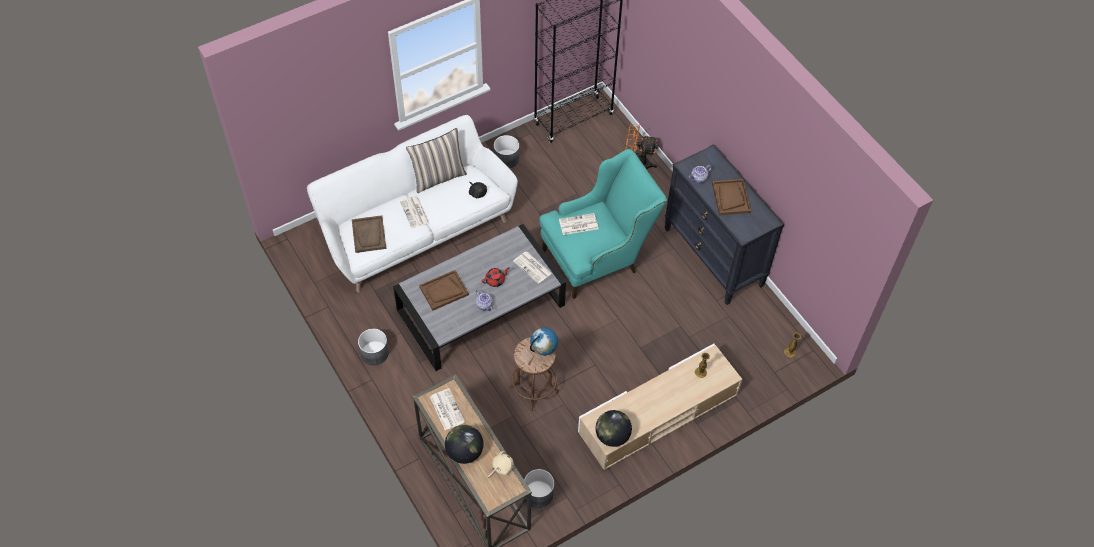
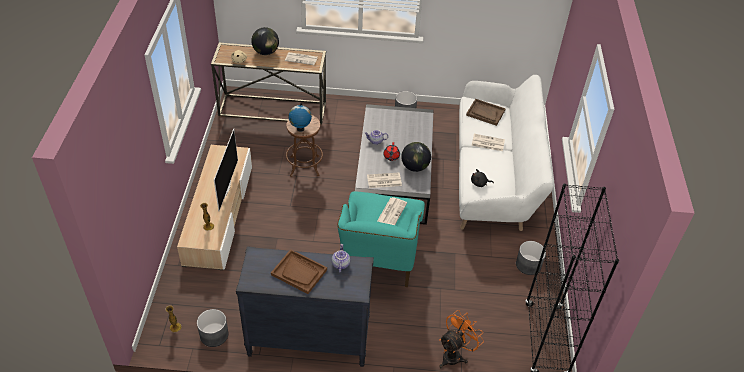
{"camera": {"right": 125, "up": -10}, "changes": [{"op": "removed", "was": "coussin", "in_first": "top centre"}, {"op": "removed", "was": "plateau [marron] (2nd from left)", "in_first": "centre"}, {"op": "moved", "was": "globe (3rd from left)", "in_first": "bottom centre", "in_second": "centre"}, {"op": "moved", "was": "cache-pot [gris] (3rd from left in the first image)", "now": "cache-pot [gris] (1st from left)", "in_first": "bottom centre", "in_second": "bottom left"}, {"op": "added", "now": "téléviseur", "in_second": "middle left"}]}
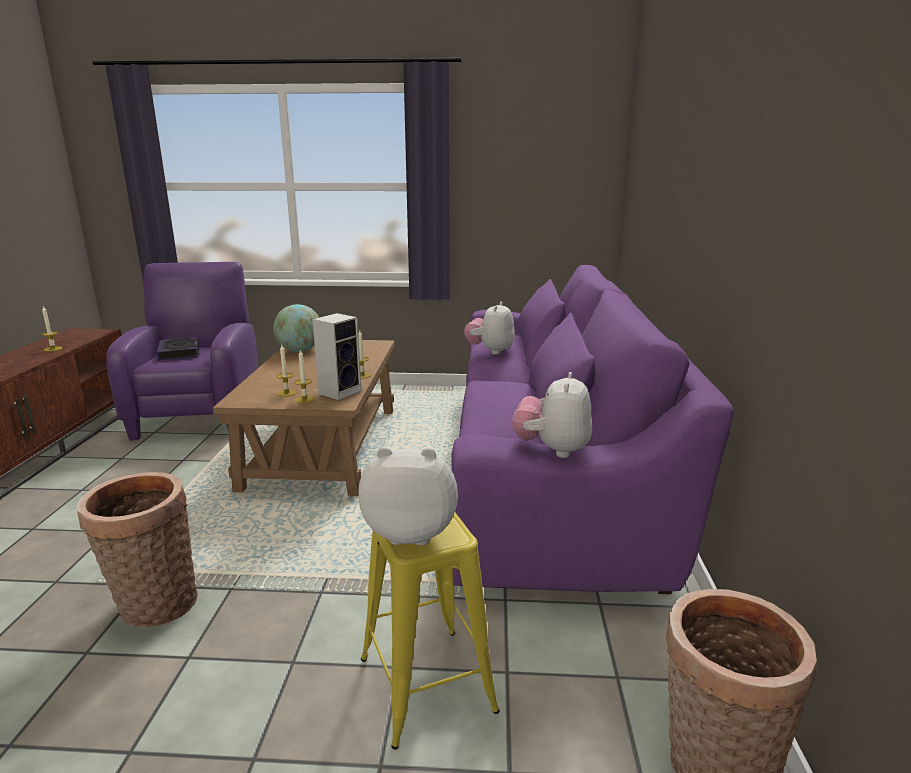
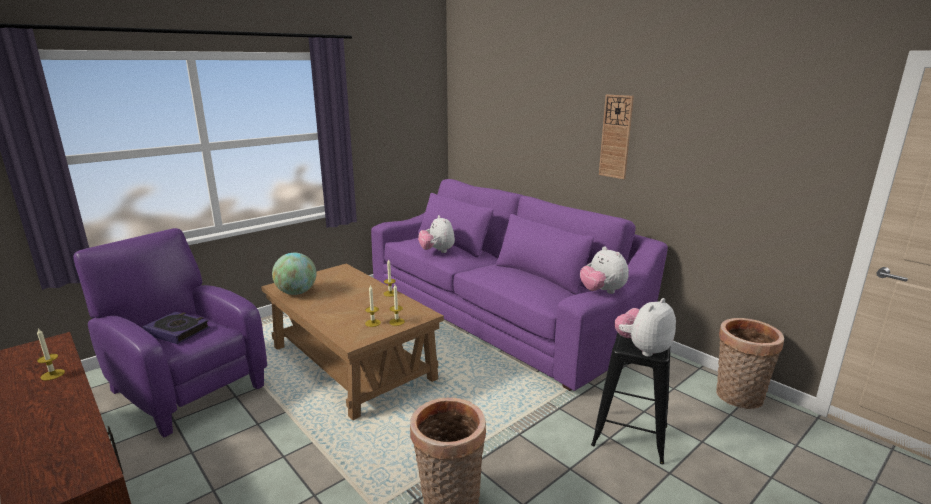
{"camera": {"right": -45, "up": 0}, "changes": [{"op": "removed", "was": "enceinte", "in_first": "centre"}, {"op": "recoloured", "was": "tabouret [jaune]", "now": "tabouret [noir]", "in_first": "bottom centre", "in_second": "bottom right"}, {"op": "added", "now": "horloge murale", "in_second": "top centre"}]}
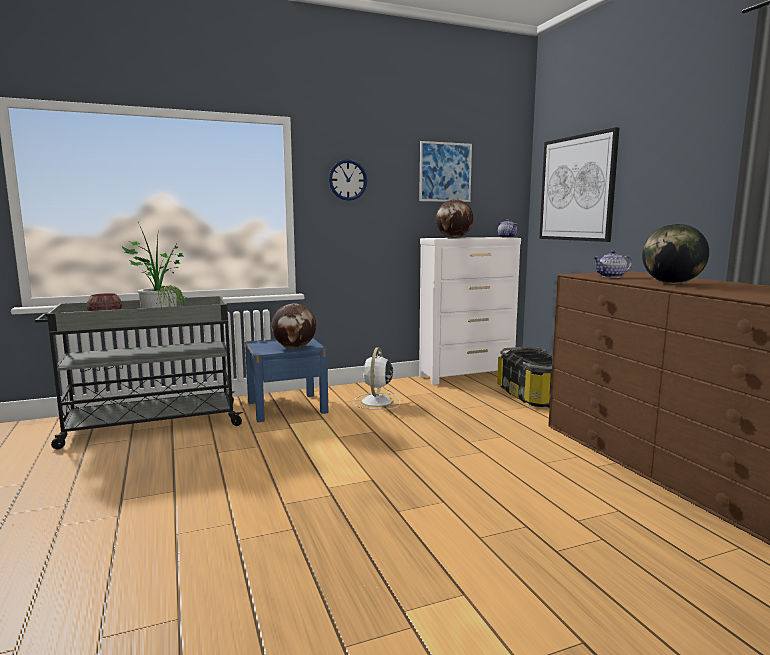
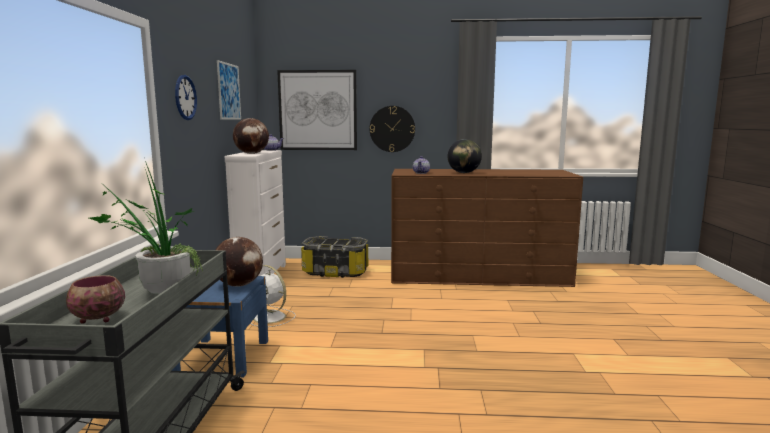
{"camera": {"right": -65, "up": 0}, "changes": [{"op": "added", "now": "horloge murale (2nd from left)", "in_second": "top centre"}]}
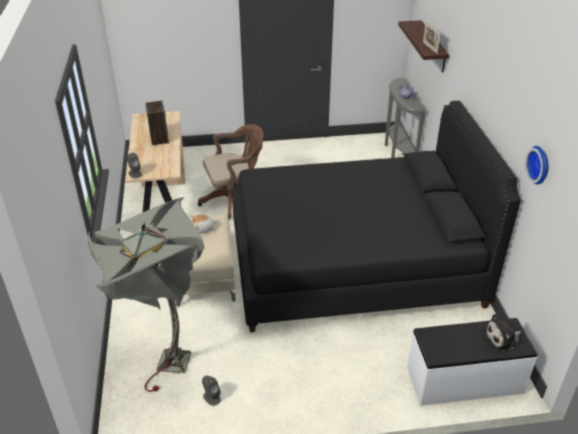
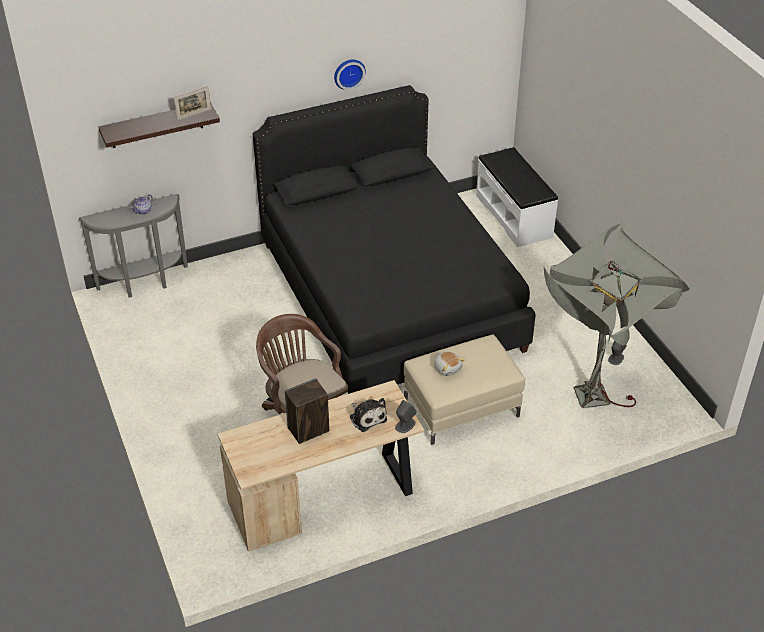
{"camera": {"right": -105, "up": 5}, "changes": [{"op": "moved", "was": "horloge murale", "in_first": "middle right", "in_second": "top centre"}, {"op": "moved", "was": "peluche (2nd from left in the first image)", "now": "peluche (1st from left)", "in_first": "bottom right", "in_second": "centre"}]}
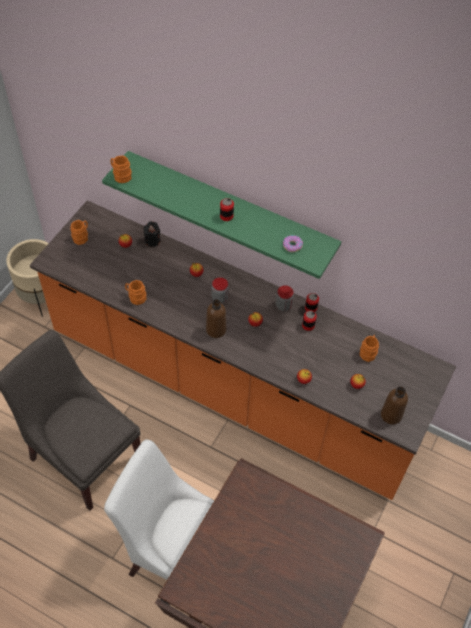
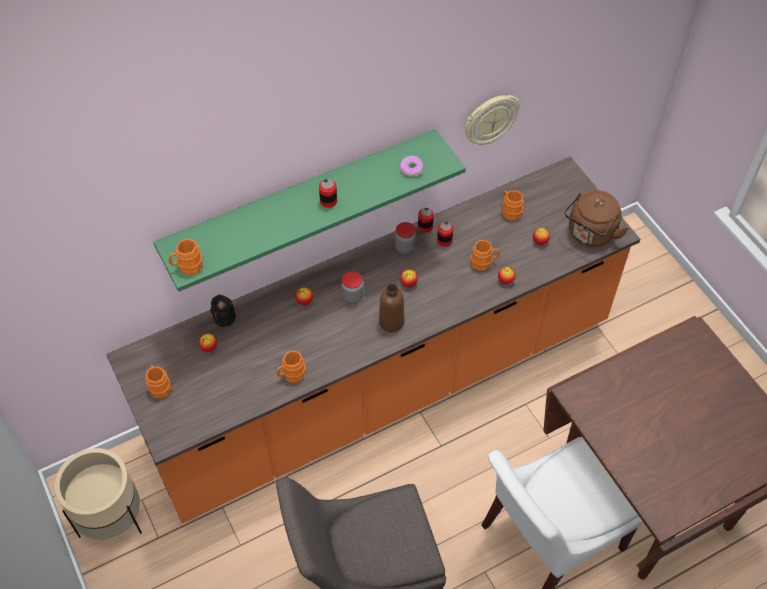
{"camera": {"right": -55, "up": 0}, "changes": [{"op": "replaced", "was": "bouteille [marron] (2nd from left)", "now": "bouilloire [marron]", "in_first": "middle right", "in_second": "middle right"}, {"op": "added", "now": "horloge murale", "in_second": "top centre"}, {"op": "added", "now": "mug [orange] (4th from left)", "in_second": "centre"}]}
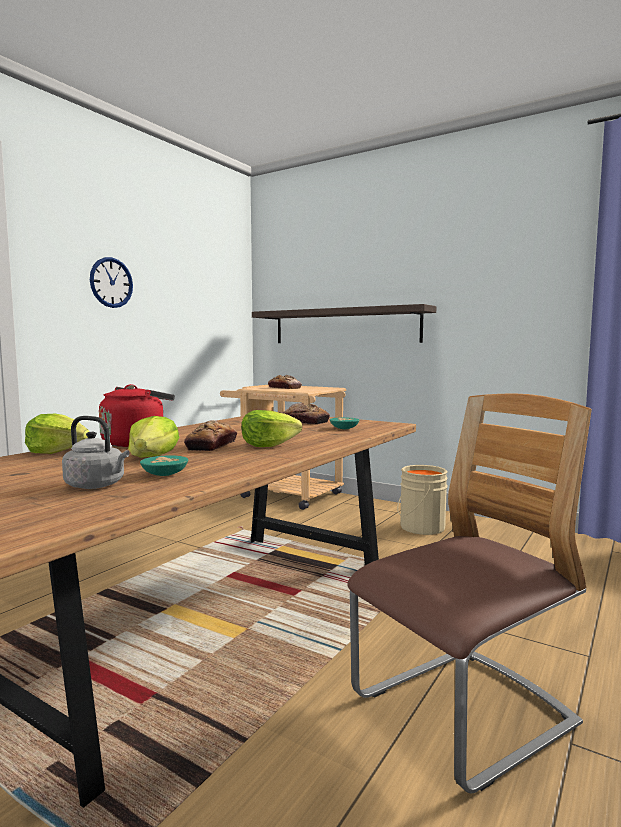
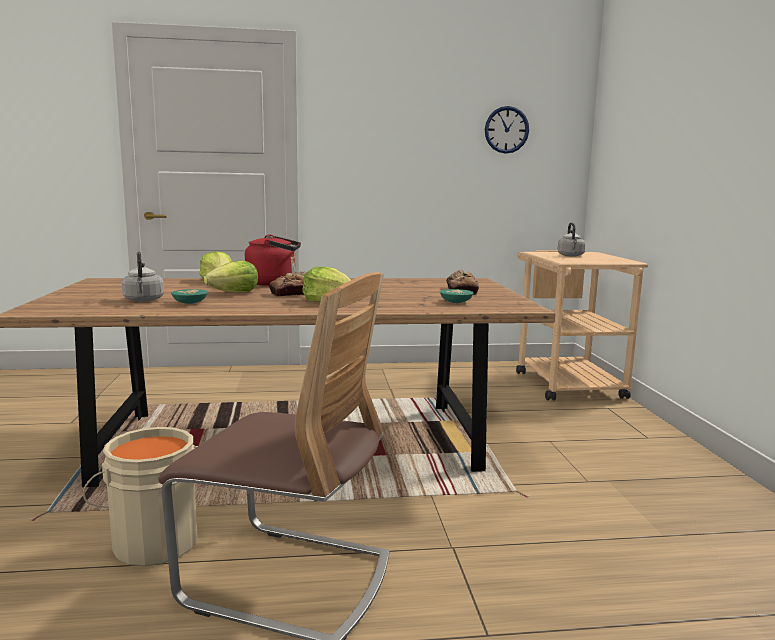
{"camera": {"right": 50, "up": 5}, "changes": [{"op": "moved", "was": "horloge murale", "in_first": "middle left", "in_second": "top centre"}, {"op": "removed", "was": "étagère", "in_first": "centre"}, {"op": "replaced", "was": "pain (2nd from left)", "now": "bouilloire [gris] (2nd from left)", "in_first": "centre", "in_second": "middle right"}, {"op": "moved", "was": "seau [beige]", "in_first": "middle right", "in_second": "bottom left"}]}
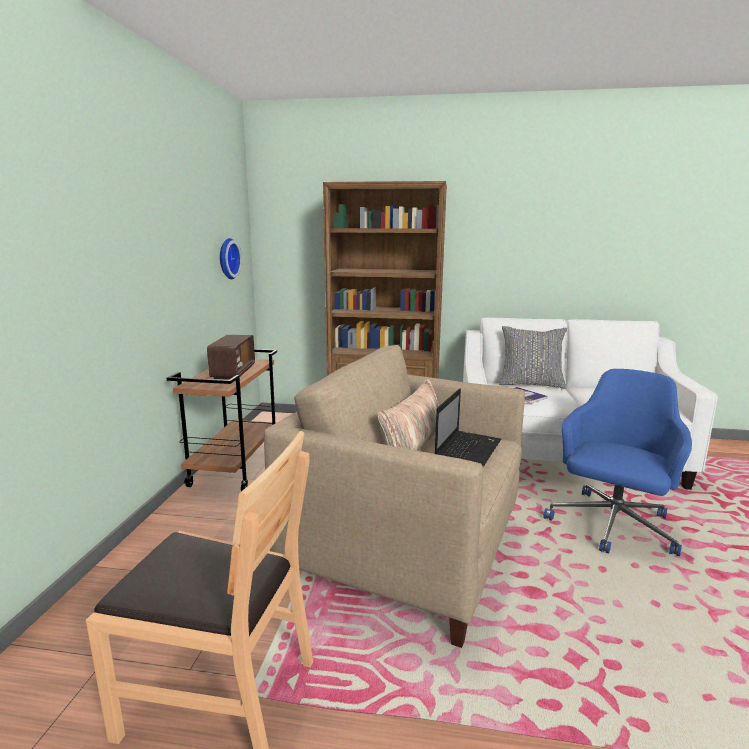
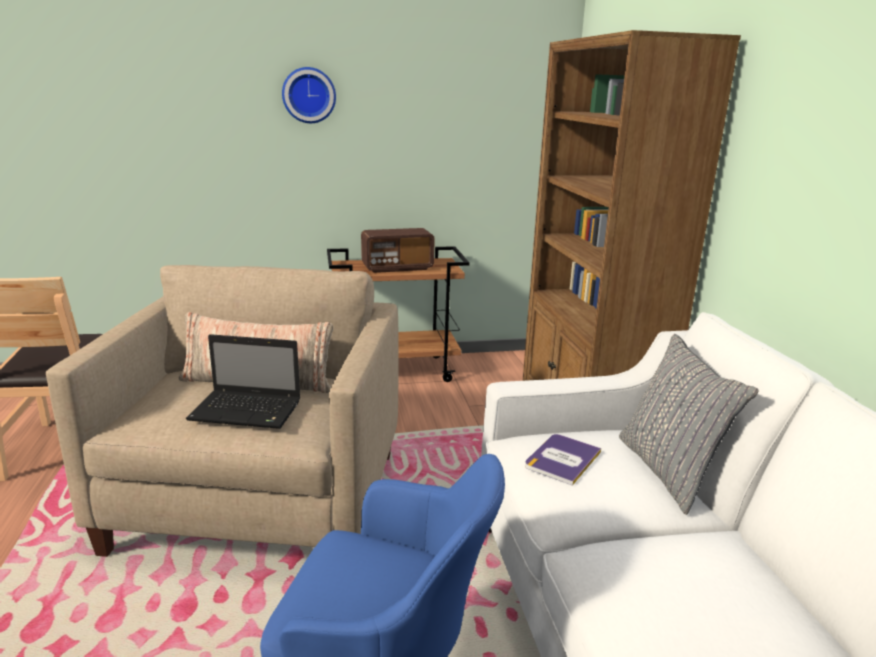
{"camera": {"right": 70, "up": 5}, "changes": [{"op": "moved", "was": "horloge murale", "in_first": "middle left", "in_second": "top centre"}]}
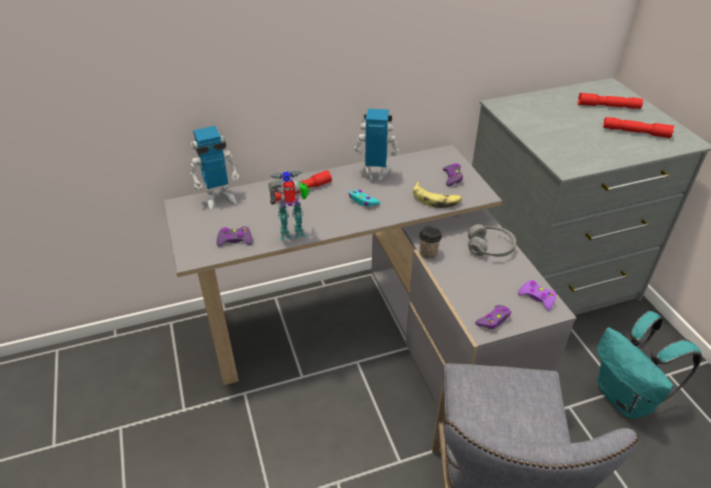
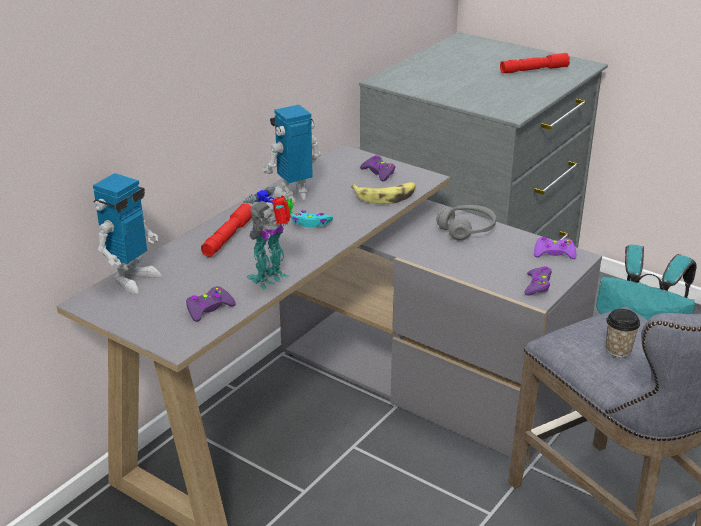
{"camera": {"right": -35, "up": -10}, "changes": [{"op": "removed", "was": "lampe de poche [rouge] (2nd from left)", "in_first": "top right"}, {"op": "moved", "was": "tasse", "in_first": "centre", "in_second": "middle right"}]}
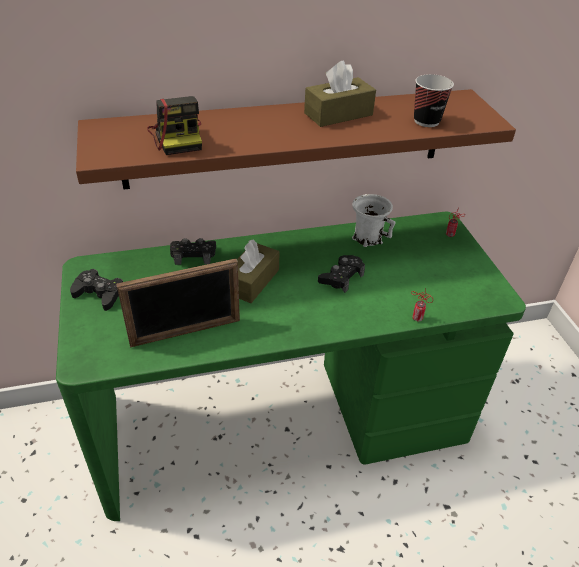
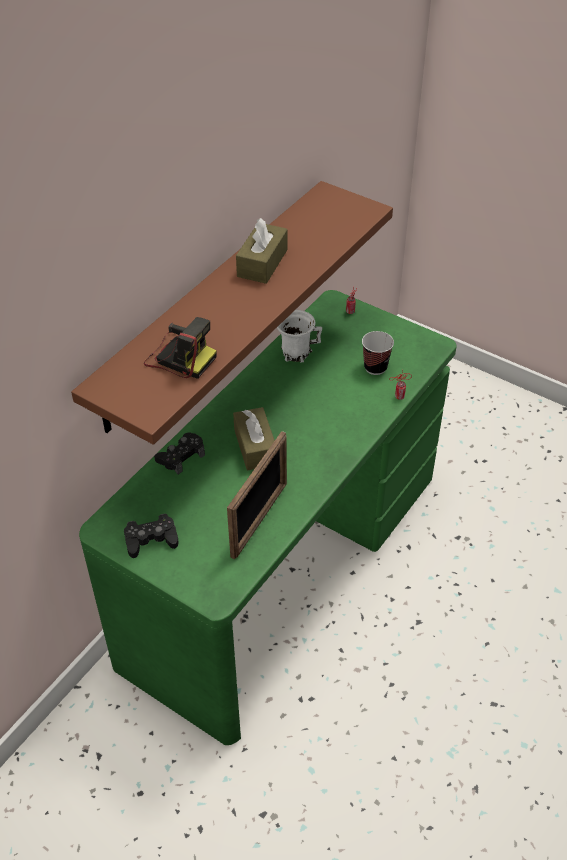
{"camera": {"right": -40, "up": 5}, "changes": [{"op": "moved", "was": "tasse", "in_first": "top right", "in_second": "middle right"}, {"op": "removed", "was": "manette [noir] (3rd from left)", "in_first": "centre"}]}
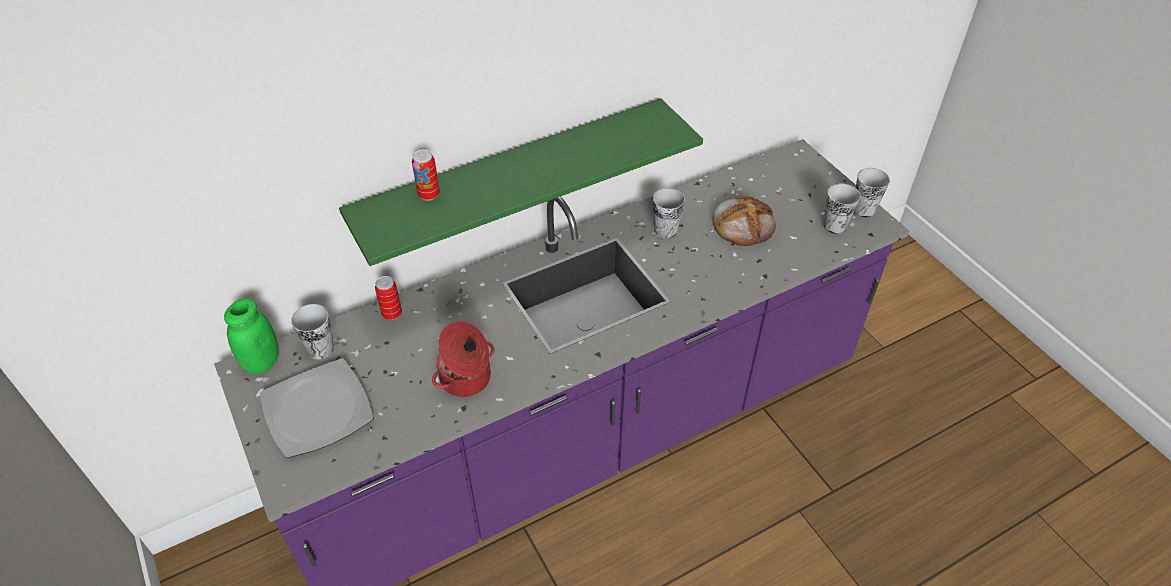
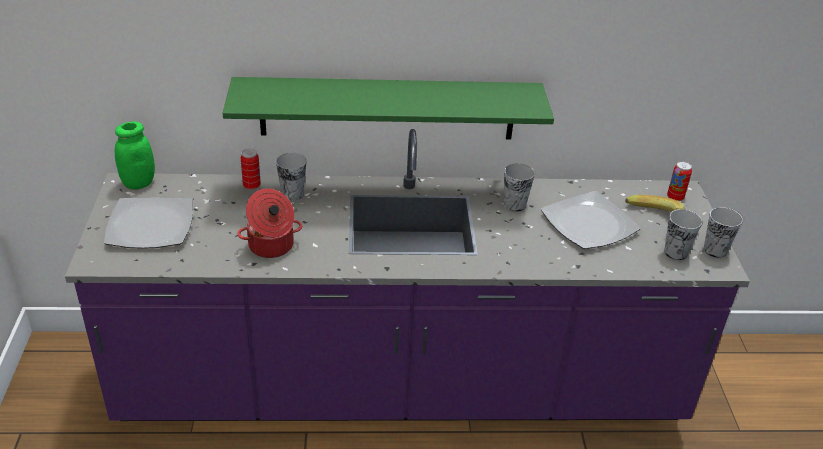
{"camera": {"right": 25, "up": -10}, "changes": [{"op": "moved", "was": "boîte métallique (2nd from left)", "in_first": "top centre", "in_second": "middle right"}, {"op": "replaced", "was": "pain", "now": "assiette (2nd from left)", "in_first": "centre", "in_second": "middle right"}, {"op": "moved", "was": "tasse (1st from left)", "in_first": "middle left", "in_second": "centre"}, {"op": "added", "now": "banane", "in_second": "middle right"}]}
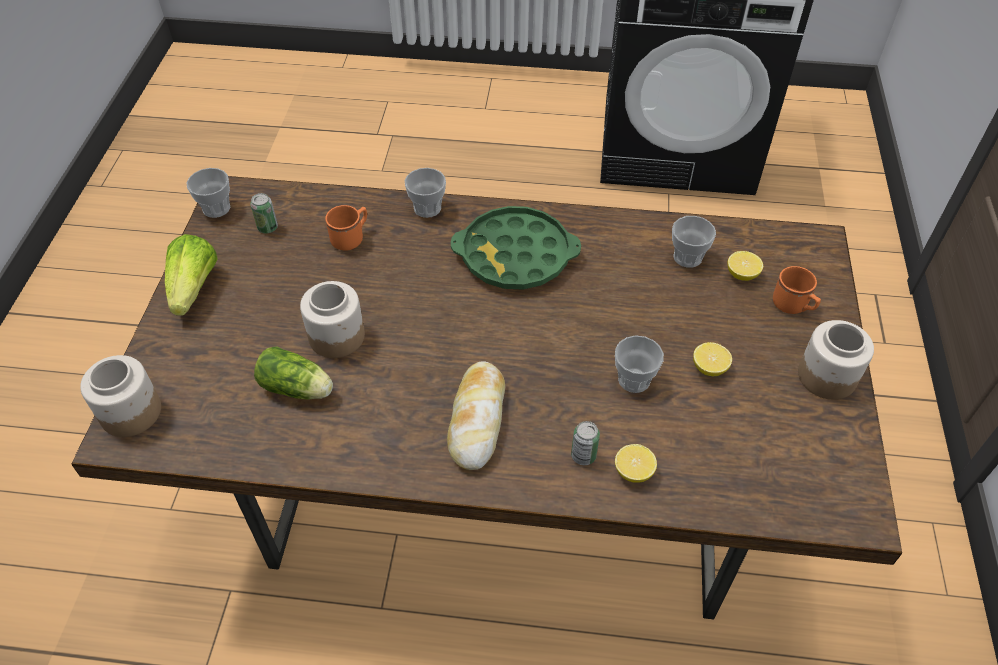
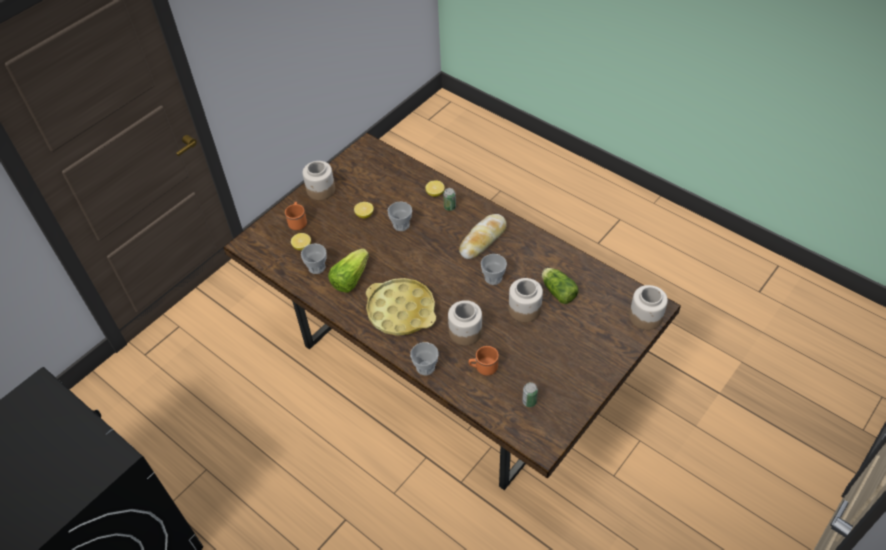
{"camera": {"right": -145, "up": 0}, "changes": [{"op": "moved", "was": "tasse (1st from left in the first image)", "now": "tasse (4th from left)", "in_first": "top left", "in_second": "centre"}, {"op": "recoloured", "was": "plateau [vert]", "now": "plateau [jaune]", "in_first": "centre", "in_second": "centre"}, {"op": "moved", "was": "laitue (1st from left)", "in_first": "middle left", "in_second": "centre"}, {"op": "added", "now": "bocal (2nd from left)", "in_second": "centre"}]}
